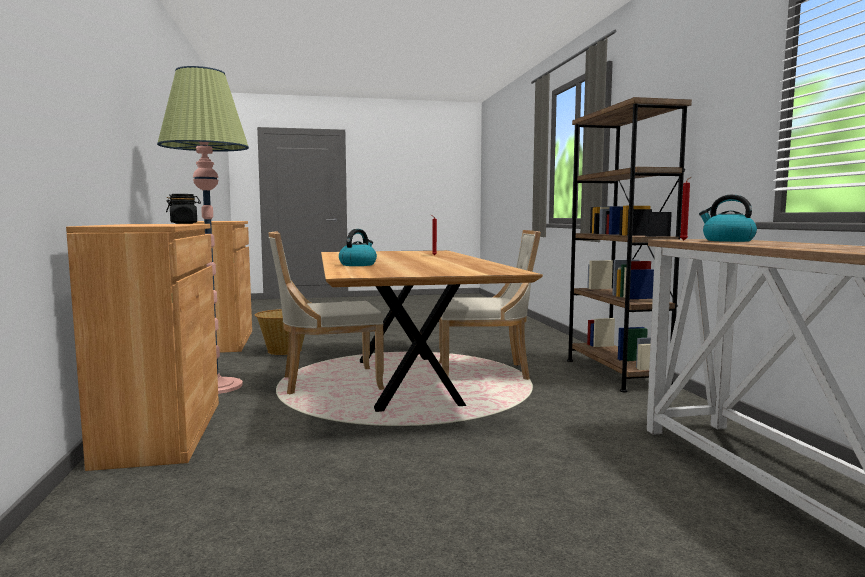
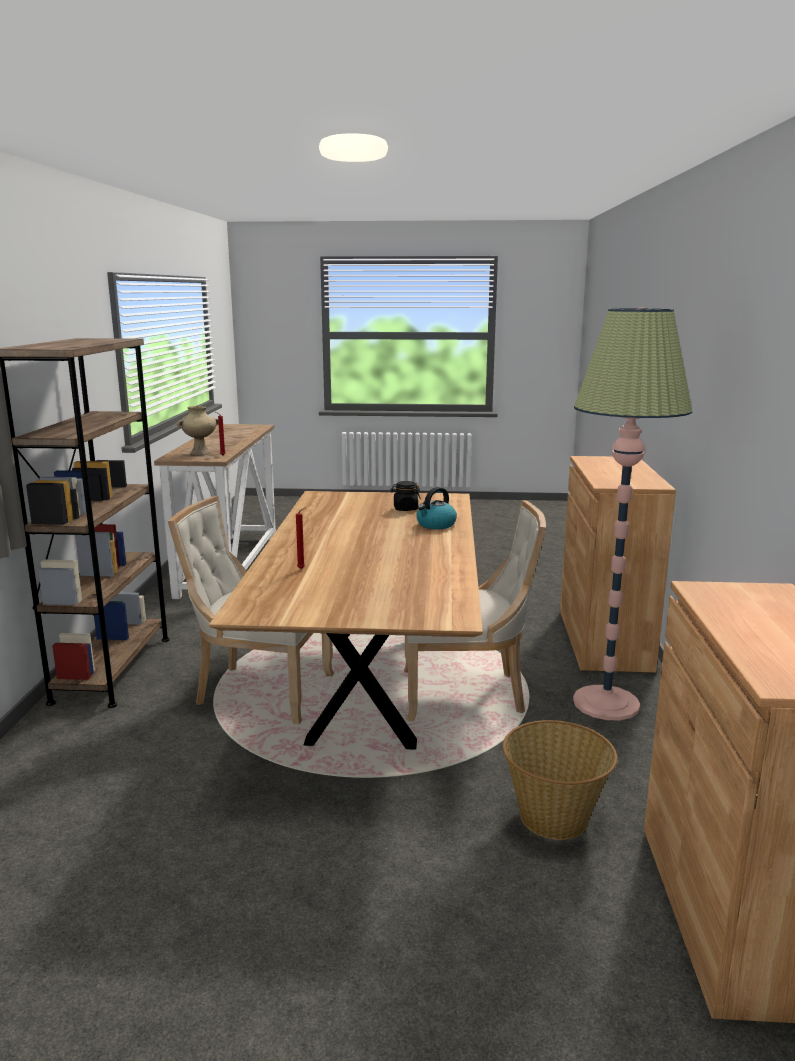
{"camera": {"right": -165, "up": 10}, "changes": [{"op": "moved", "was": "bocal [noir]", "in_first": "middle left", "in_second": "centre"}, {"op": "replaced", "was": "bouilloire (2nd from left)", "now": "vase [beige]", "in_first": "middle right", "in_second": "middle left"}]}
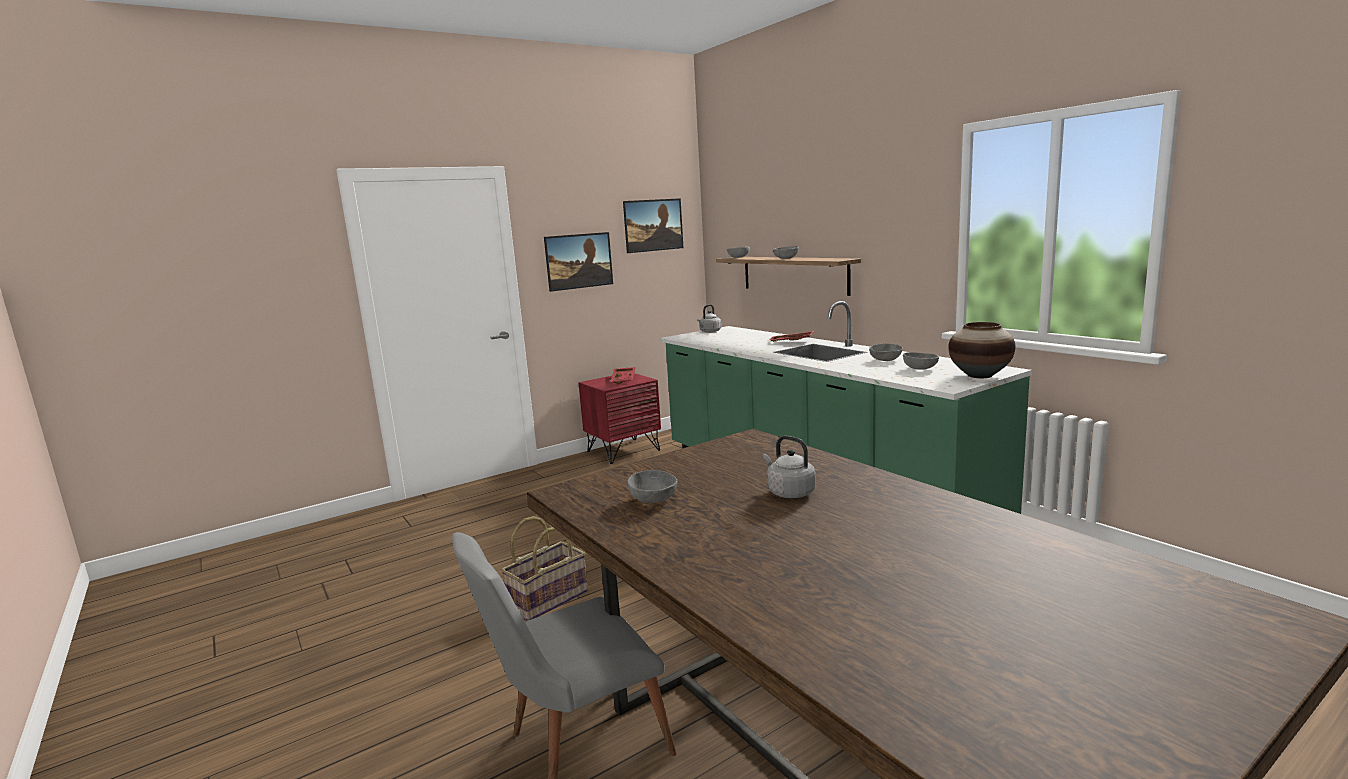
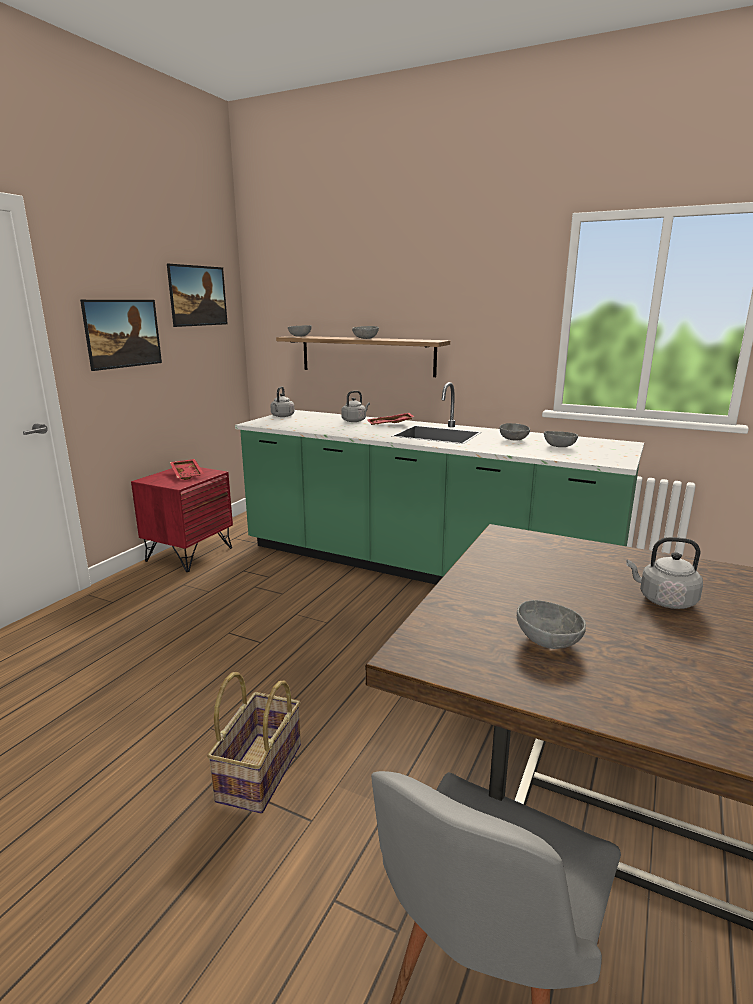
{"camera": {"right": -30, "up": 5}, "changes": [{"op": "removed", "was": "vase", "in_first": "middle right"}, {"op": "added", "now": "bouilloire [gris] (2nd from left)", "in_second": "centre"}]}
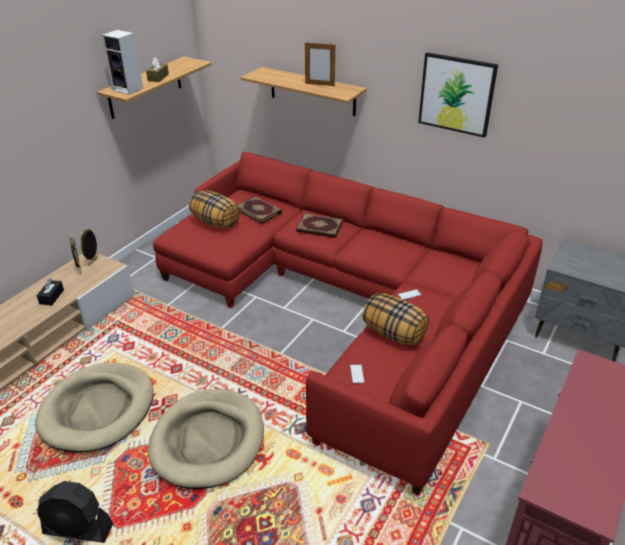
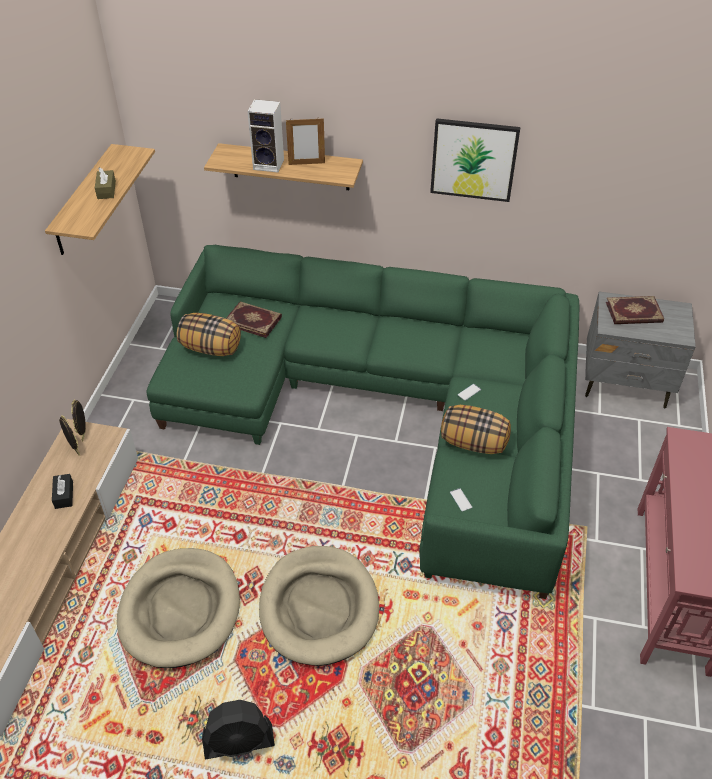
{"camera": {"right": -20, "up": 10}, "changes": [{"op": "moved", "was": "enceinte", "in_first": "top left", "in_second": "top centre"}, {"op": "recoloured", "was": "canapé [rouge]", "now": "canapé [vert]", "in_first": "centre", "in_second": "centre"}, {"op": "moved", "was": "livre (2nd from left)", "in_first": "centre", "in_second": "middle right"}]}
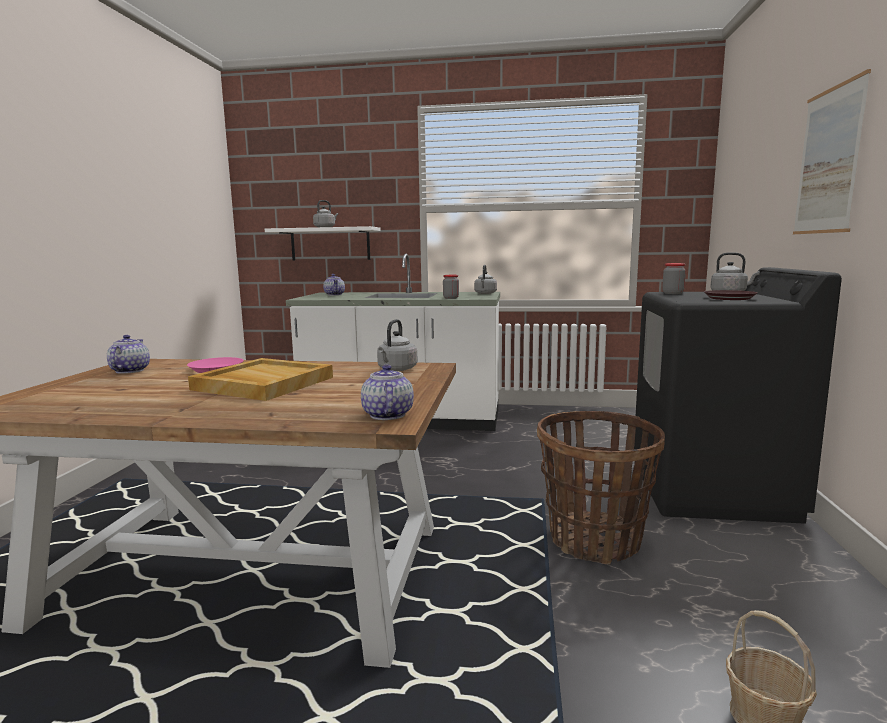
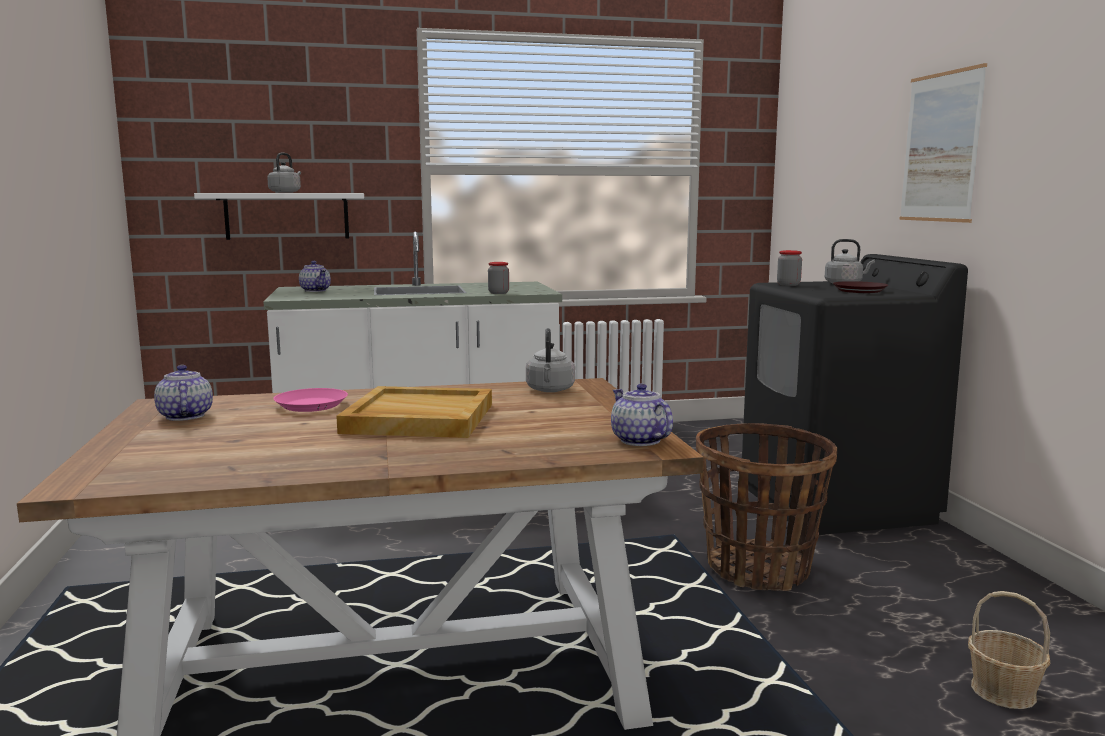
{"camera": {"right": -20, "up": 0}, "changes": [{"op": "removed", "was": "bouilloire [gris] (3rd from left)", "in_first": "centre"}]}
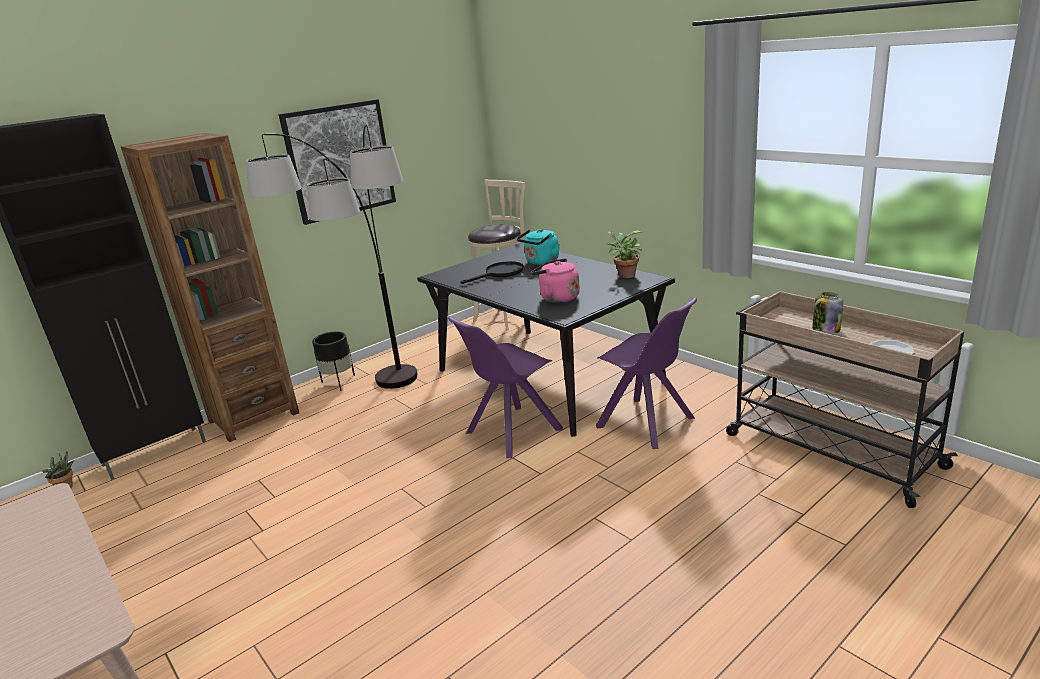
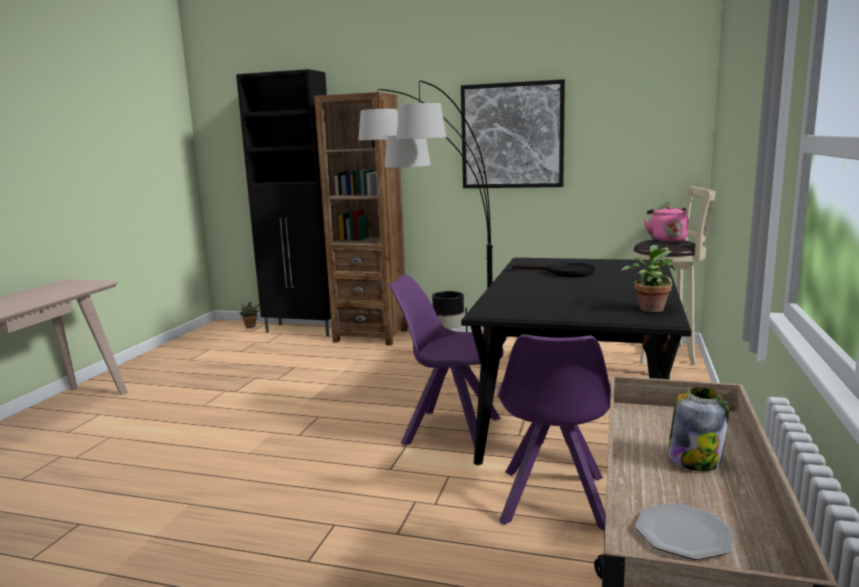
{"camera": {"right": 55, "up": -10}, "changes": [{"op": "removed", "was": "bouilloire [turquoise]", "in_first": "centre"}, {"op": "moved", "was": "bouilloire [rose]", "in_first": "centre", "in_second": "middle right"}]}
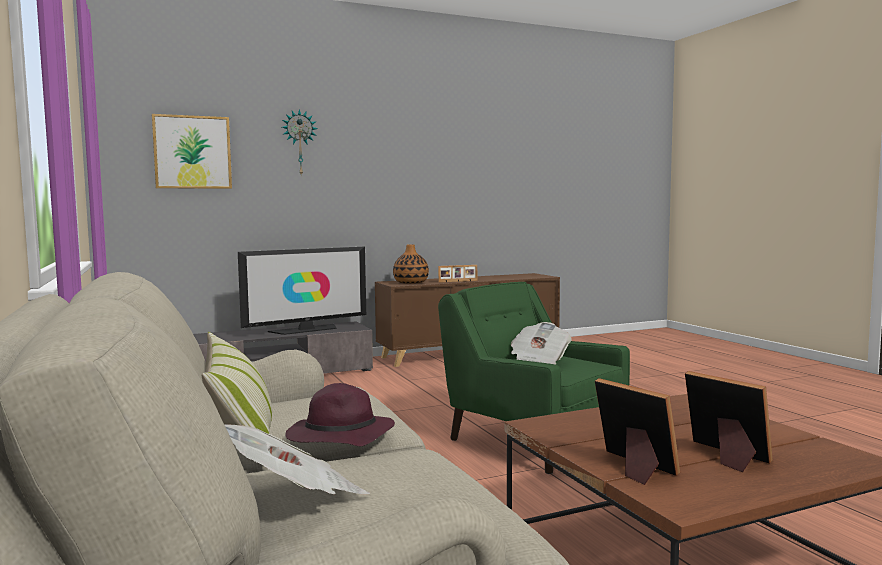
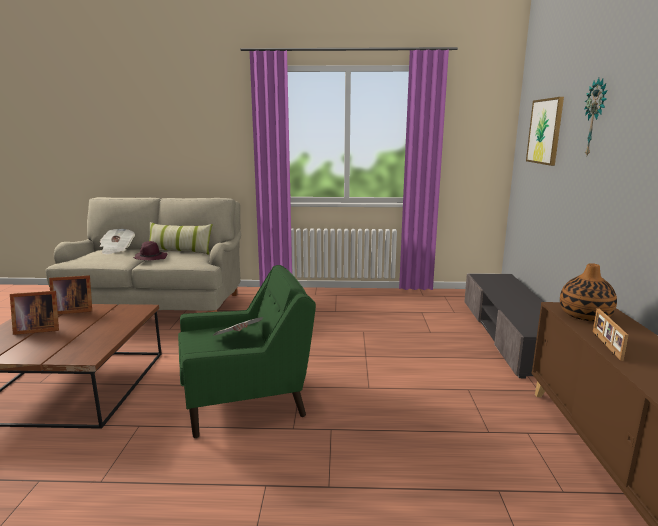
{"camera": {"right": 115, "up": 10}, "changes": [{"op": "removed", "was": "téléviseur", "in_first": "centre"}]}
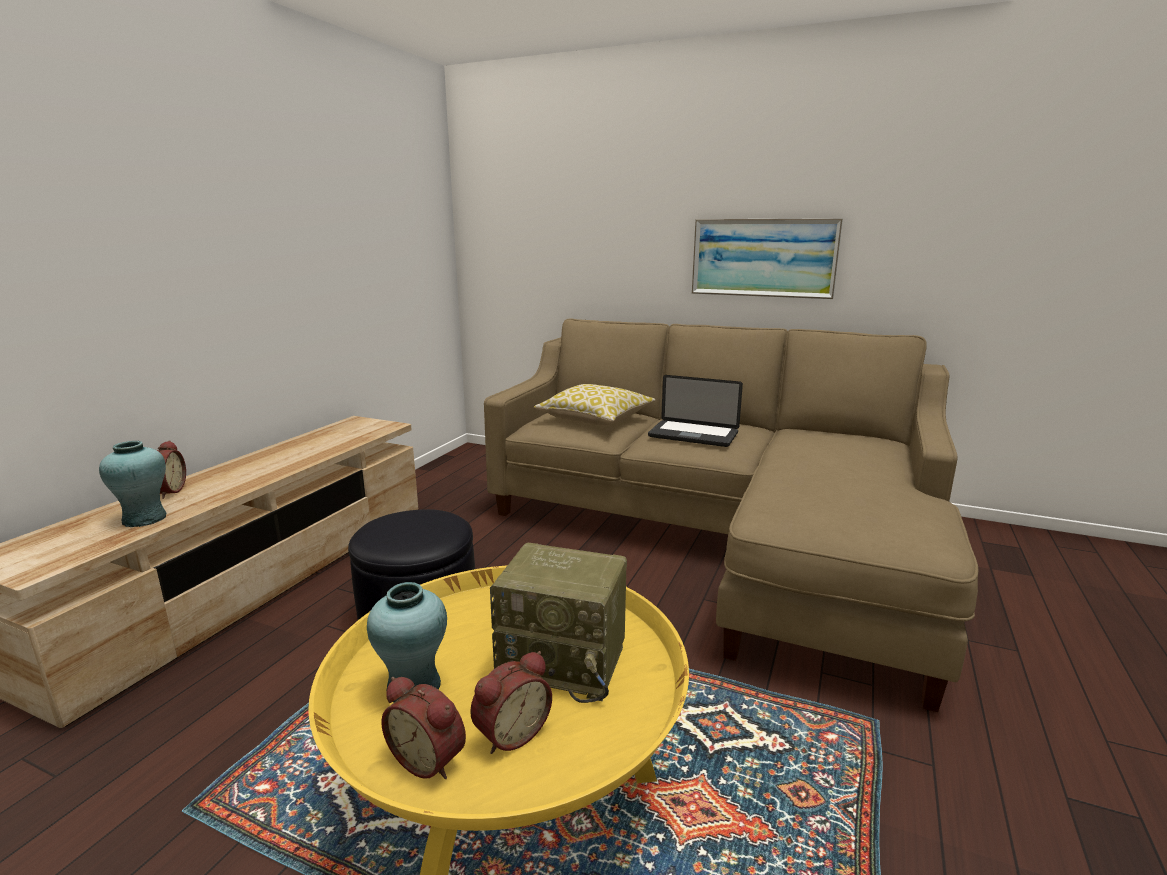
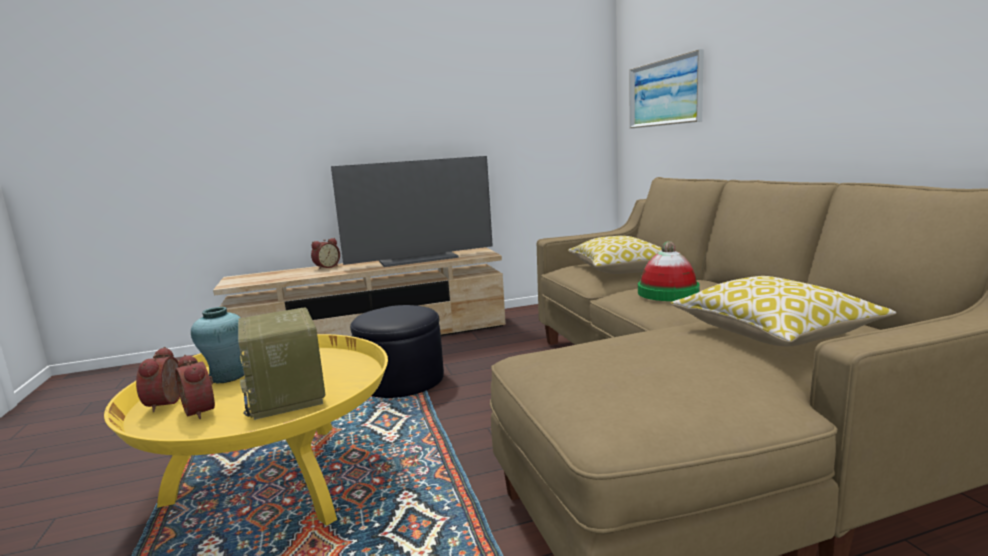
{"camera": {"right": 50, "up": -5}, "changes": [{"op": "moved", "was": "tableau", "in_first": "top centre", "in_second": "top right"}, {"op": "replaced", "was": "ordinateur portable", "now": "chapeau", "in_first": "centre", "in_second": "middle right"}, {"op": "removed", "was": "vase [turquoise] (1st from left)", "in_first": "middle left"}, {"op": "turned", "was": "réveil (3rd from left in the first image)", "in_first": "bottom centre", "in_second": "bottom left", "clockwise": 45}, {"op": "added", "now": "téléviseur", "in_second": "centre"}, {"op": "added", "now": "coussin (2nd from left)", "in_second": "middle right"}]}
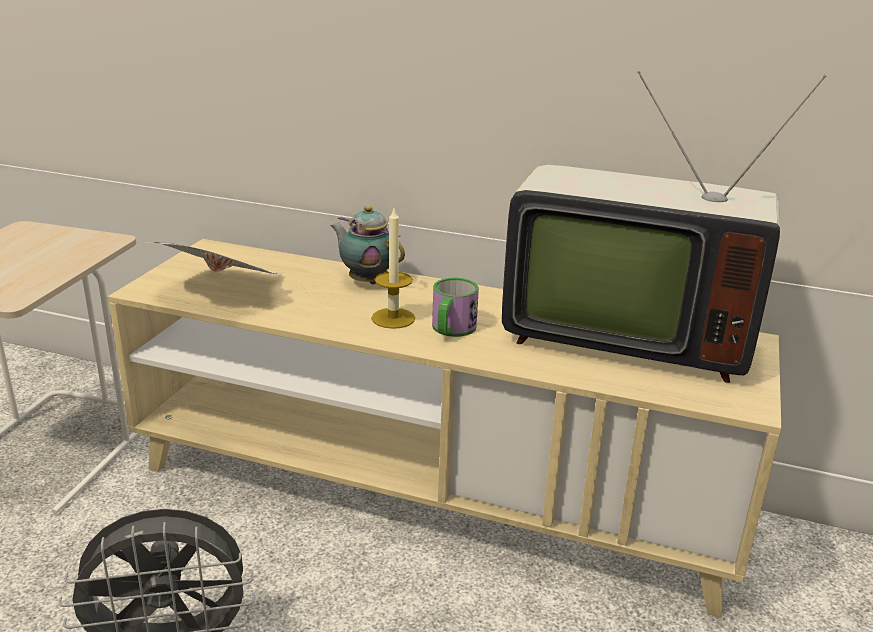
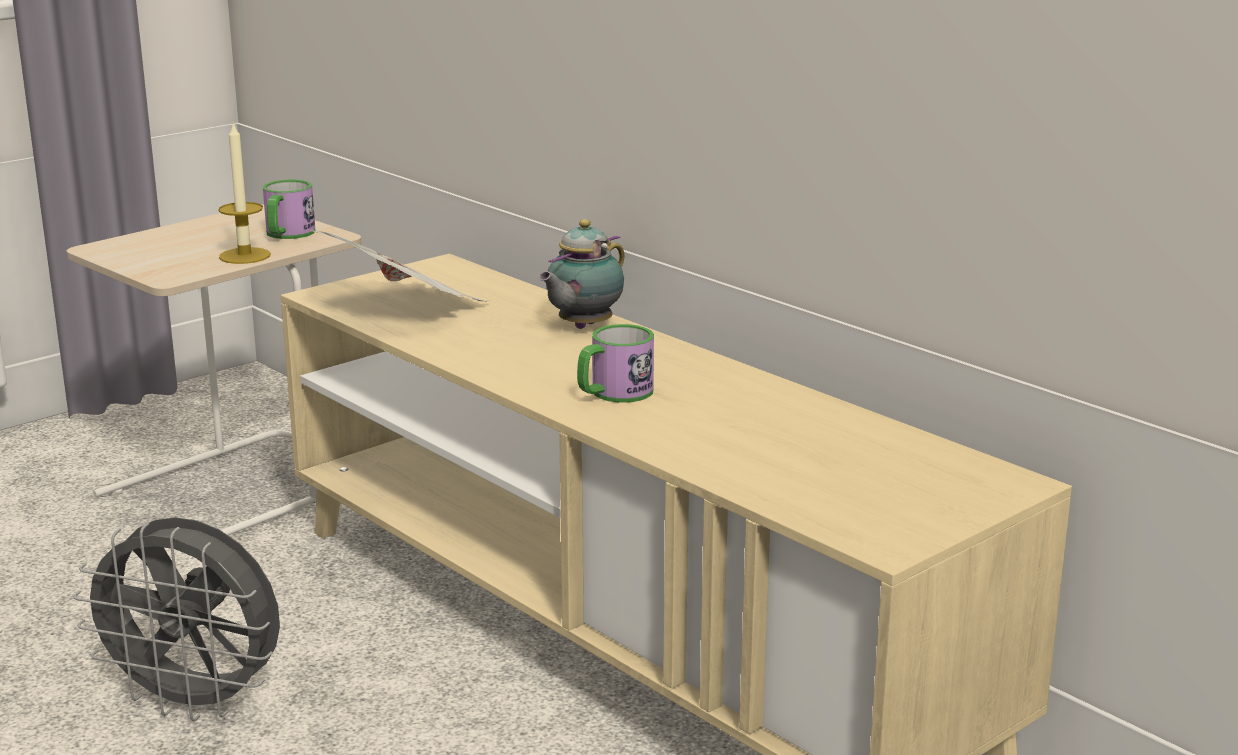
{"camera": {"right": 30, "up": -5}, "changes": [{"op": "removed", "was": "téléviseur", "in_first": "middle right"}, {"op": "turned", "was": "théière", "in_first": "centre", "in_second": "centre", "clockwise": -120}, {"op": "moved", "was": "bougie", "in_first": "centre", "in_second": "top left"}, {"op": "added", "now": "mug (1st from left)", "in_second": "top left"}]}
